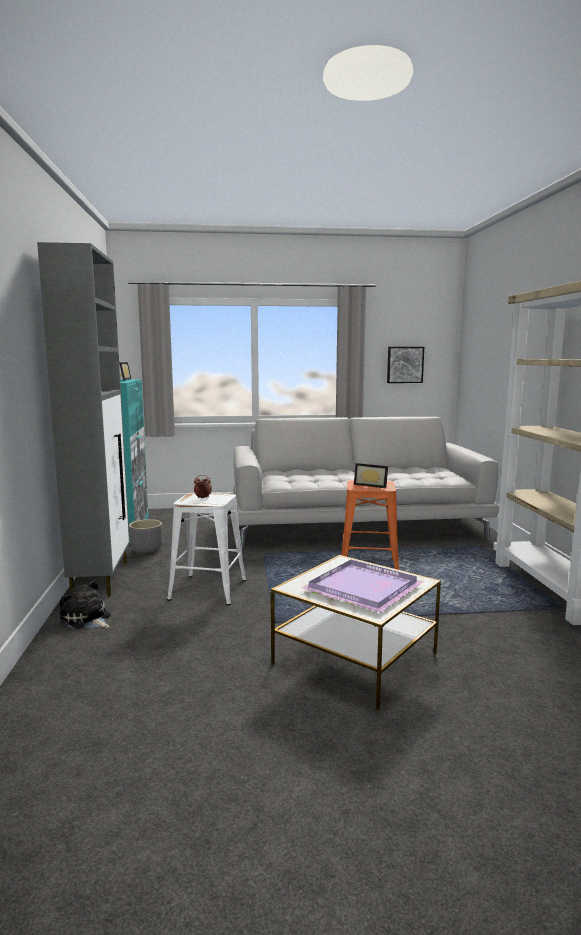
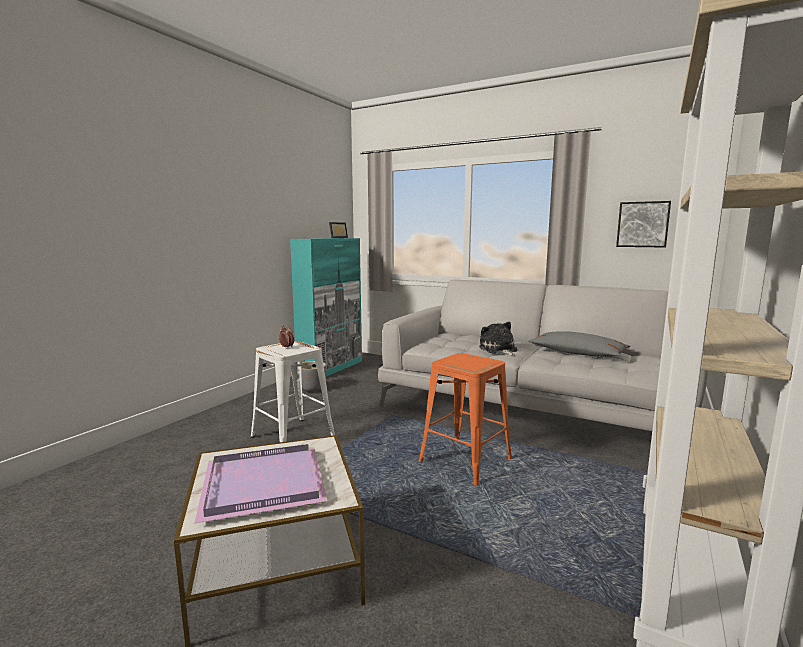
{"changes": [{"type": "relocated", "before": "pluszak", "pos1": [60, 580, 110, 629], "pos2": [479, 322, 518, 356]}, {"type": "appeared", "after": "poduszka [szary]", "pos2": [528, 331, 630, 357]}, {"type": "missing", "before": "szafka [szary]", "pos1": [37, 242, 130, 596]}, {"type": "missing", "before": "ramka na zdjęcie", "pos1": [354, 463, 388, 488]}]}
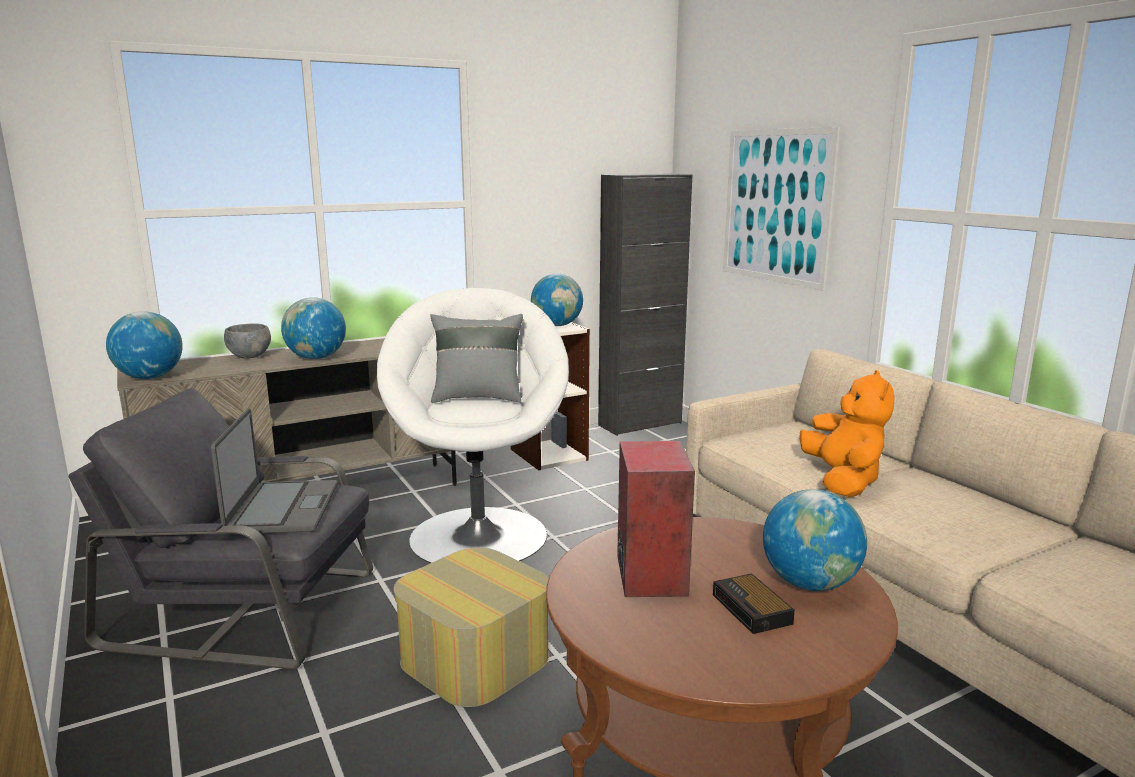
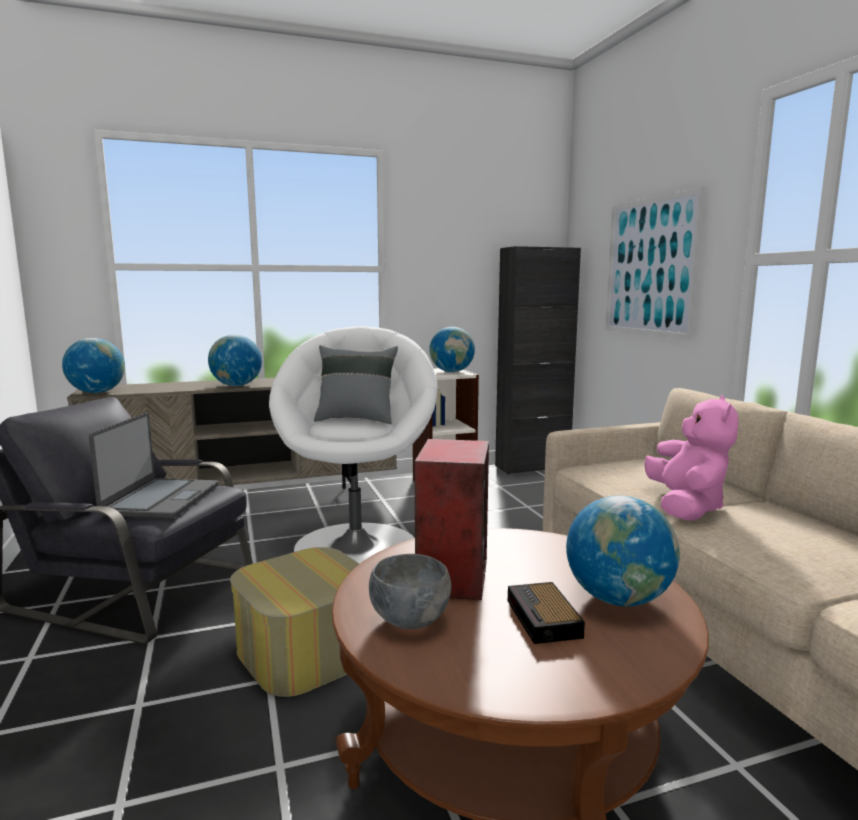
{"changes": [{"type": "relocated", "before": "miska [szary]", "pos1": [224, 323, 271, 359], "pos2": [369, 554, 451, 629]}, {"type": "colour", "before": "pluszak [pomarańczowy]", "after": "pluszak [różowy]", "pos1": [799, 370, 894, 497], "pos2": [644, 395, 739, 521]}]}
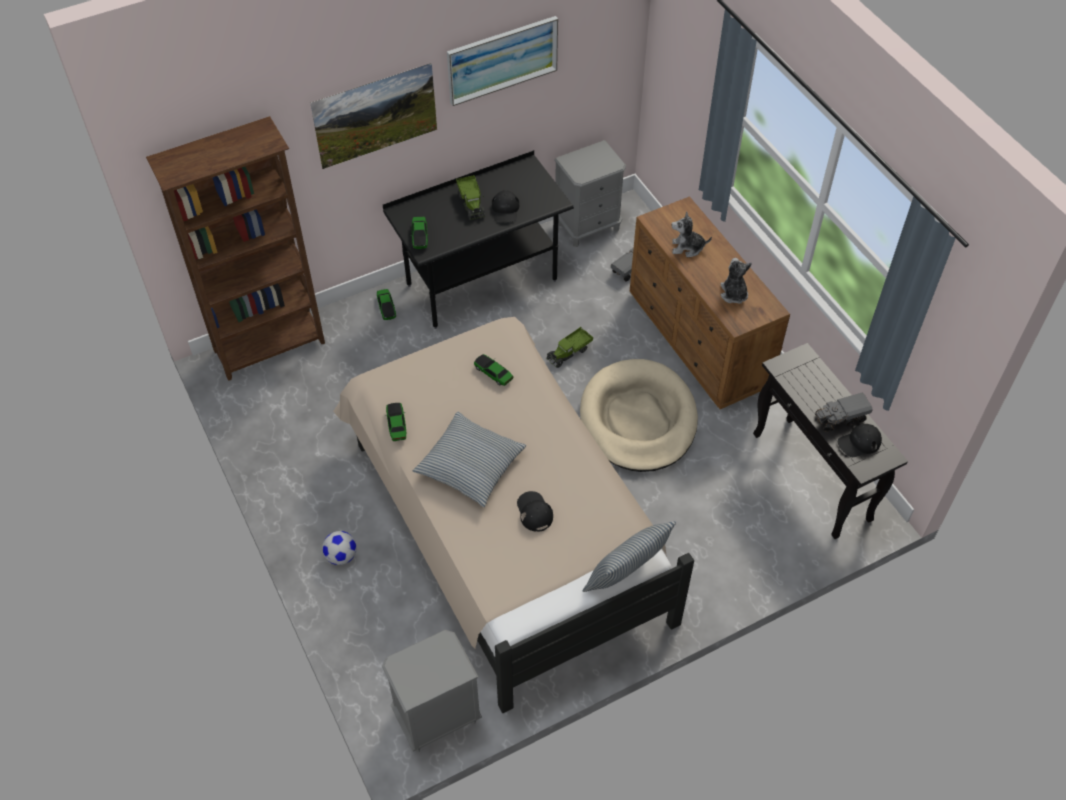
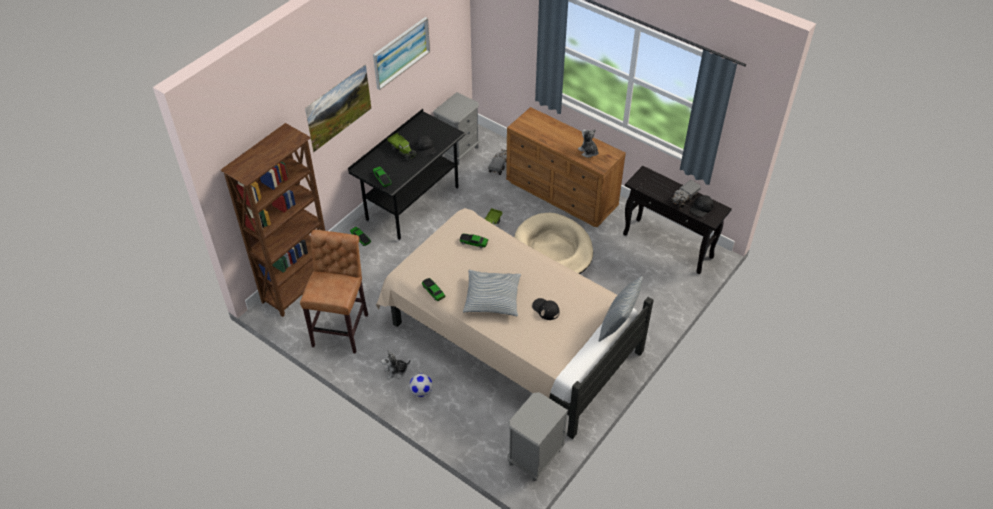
{"changes": [{"type": "appeared", "after": "stołek [brązowy]", "pos2": [300, 230, 368, 354]}, {"type": "relocated", "before": "pluszak", "pos1": [671, 211, 712, 257], "pos2": [381, 350, 410, 380]}]}
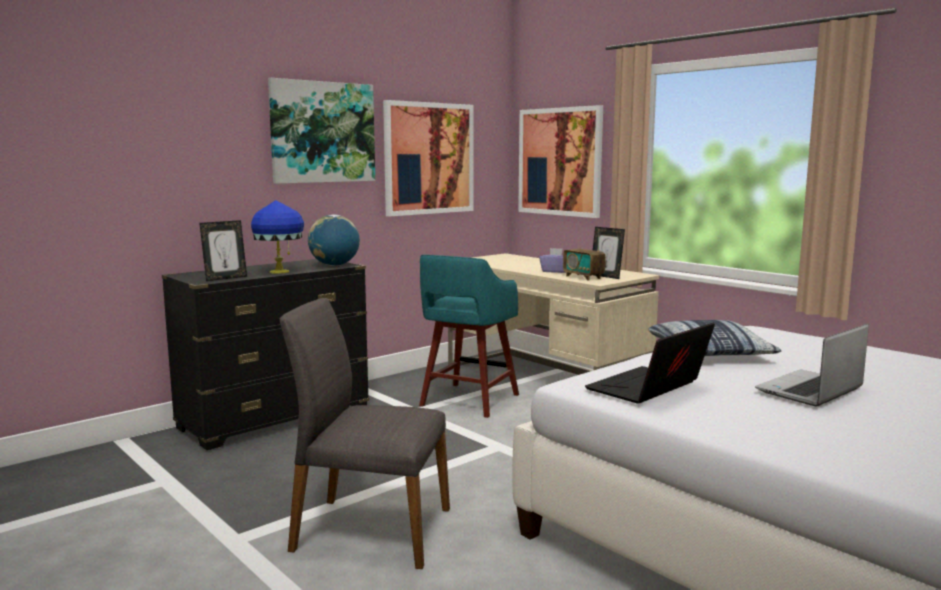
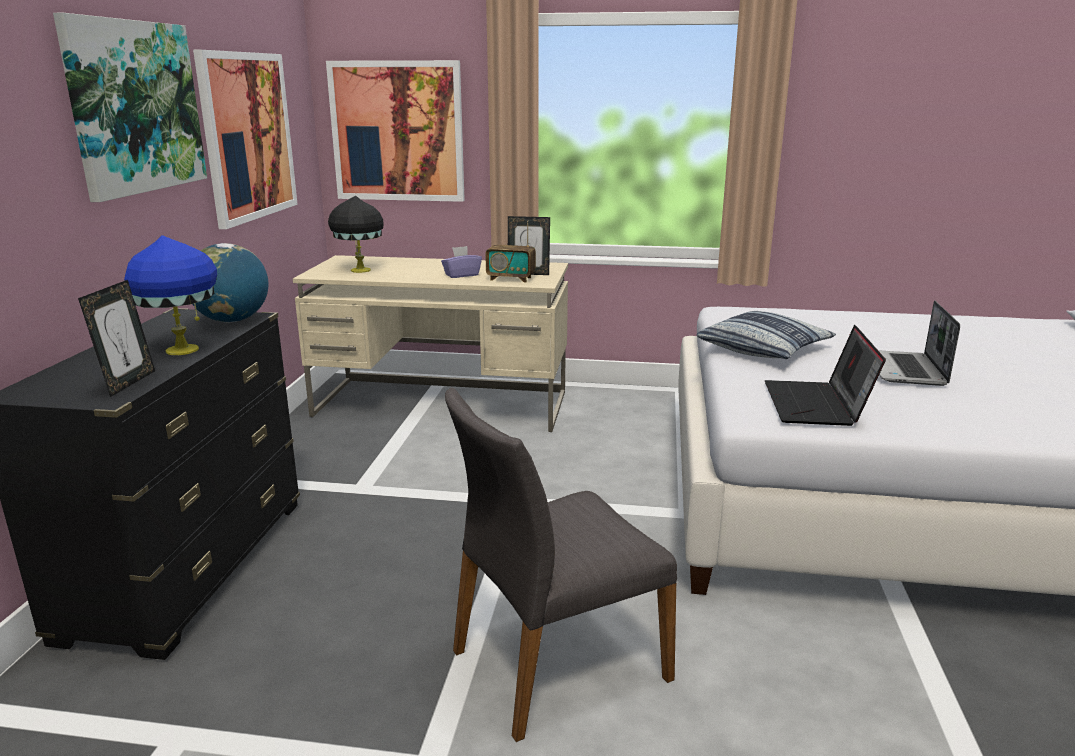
{"changes": [{"type": "appeared", "after": "lampa stołowa [czarny]", "pos2": [328, 196, 384, 273]}, {"type": "missing", "before": "stołek [turkusowy]", "pos1": [419, 255, 519, 418]}]}
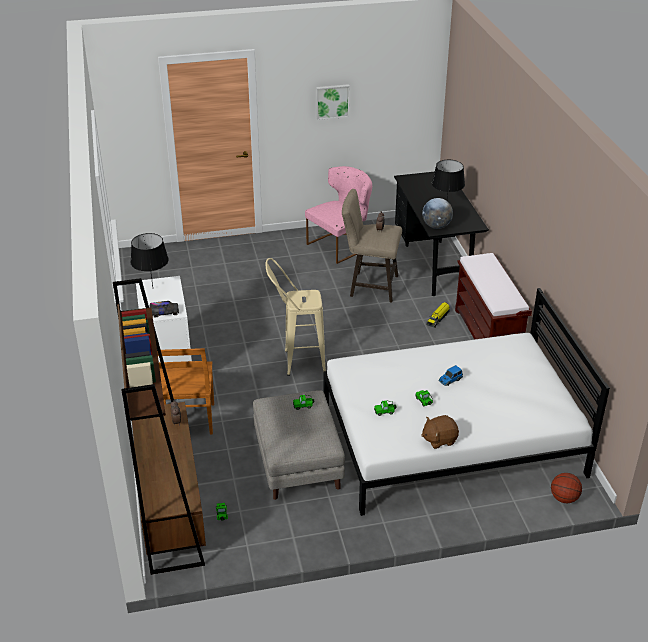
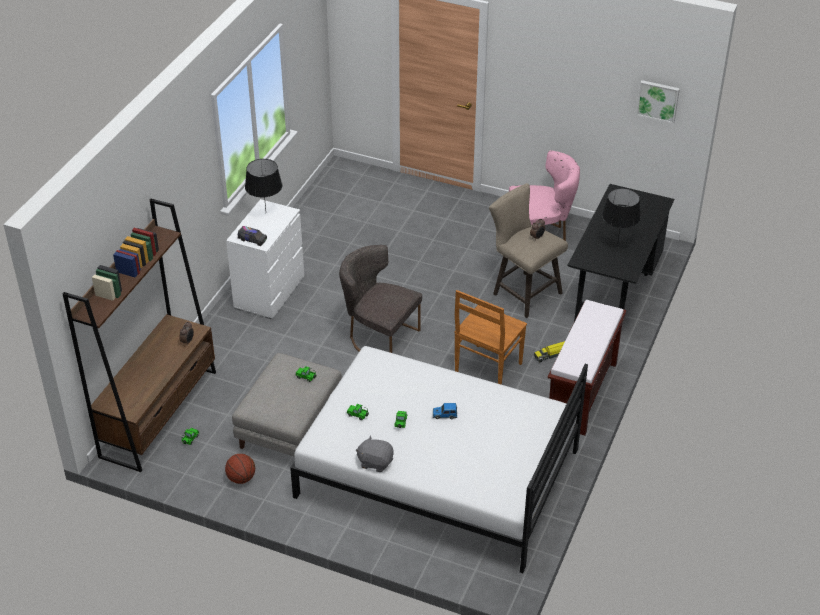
{"changes": [{"type": "relocated", "before": "piłka do koszykówki", "pos1": [551, 473, 582, 503], "pos2": [225, 454, 255, 484]}, {"type": "exchanged", "before": "stołek [beżowy]", "after": "krzesło [szary]", "pos1": [265, 258, 326, 376], "pos2": [339, 245, 422, 353]}, {"type": "colour", "before": "pluszak [brązowy]", "after": "pluszak [szary]", "pos1": [421, 415, 459, 449], "pos2": [356, 435, 394, 472]}, {"type": "relocated", "before": "krzesło [brązowy]", "pos1": [157, 348, 214, 435], "pos2": [454, 290, 527, 385]}, {"type": "relocated", "before": "obraz", "pos1": [316, 84, 350, 120], "pos2": [636, 80, 680, 124]}, {"type": "missing", "before": "globus", "pos1": [422, 198, 453, 229]}]}
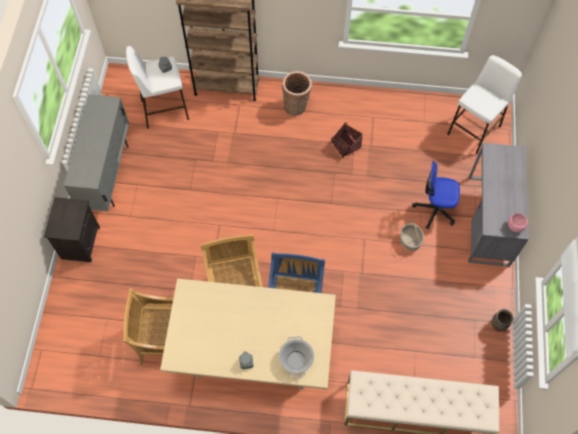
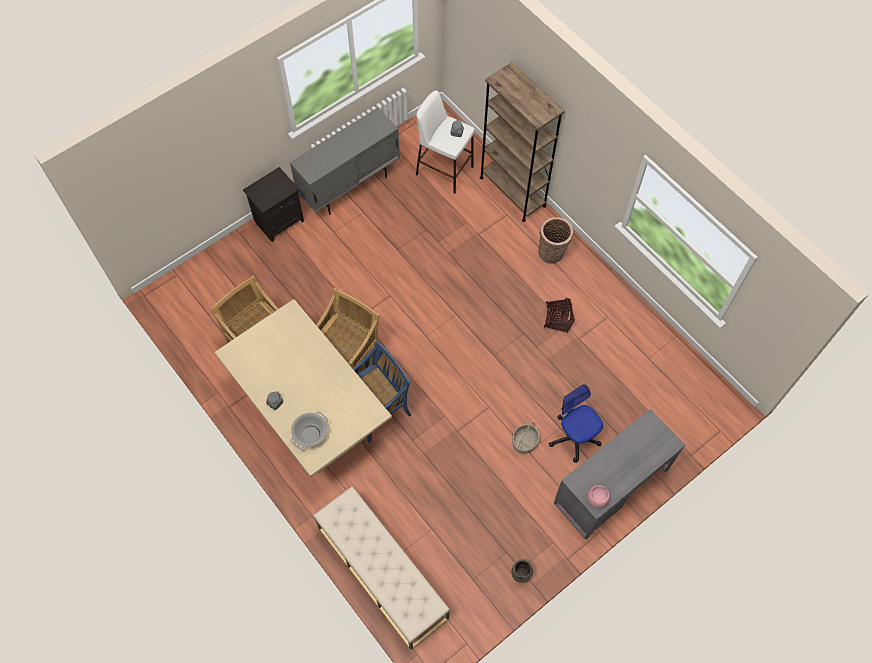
{"changes": [{"type": "missing", "before": "stołek [biały]", "pos1": [447, 55, 522, 154]}]}
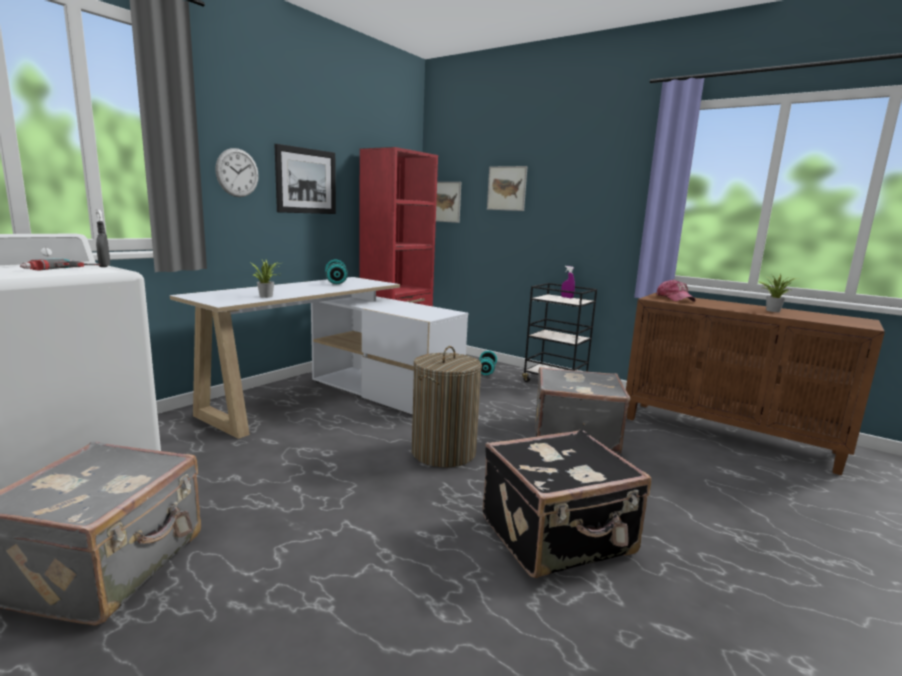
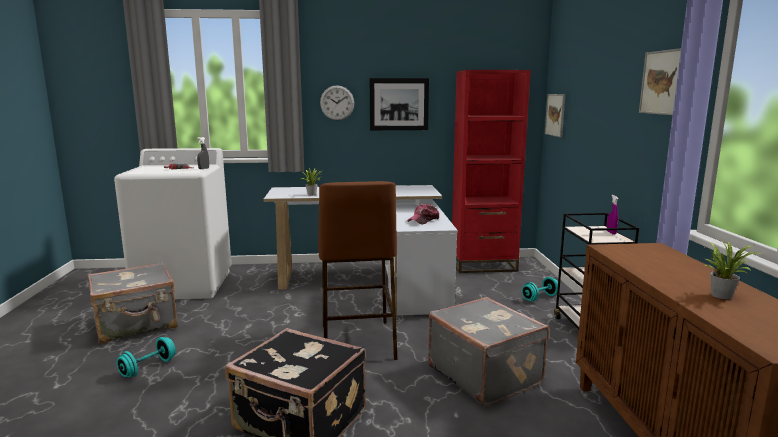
{"changes": [{"type": "relocated", "before": "hantel [turkusowy]", "pos1": [325, 259, 348, 284], "pos2": [117, 337, 176, 377]}, {"type": "exchanged", "before": "kosz na pranie", "after": "stołek [brązowy]", "pos1": [412, 346, 482, 467], "pos2": [318, 181, 397, 360]}, {"type": "relocated", "before": "czapka z daszkiem", "pos1": [657, 279, 696, 302], "pos2": [407, 204, 439, 224]}, {"type": "relocated", "before": "obraz", "pos1": [487, 166, 528, 211], "pos2": [639, 48, 681, 115]}]}
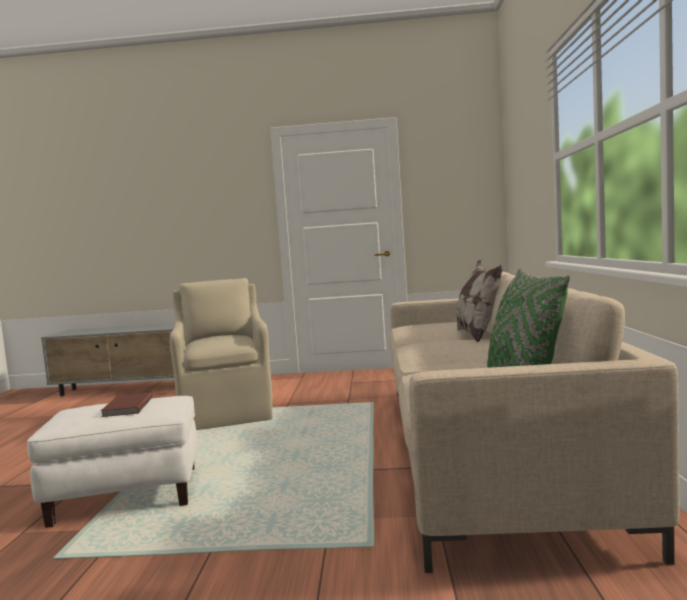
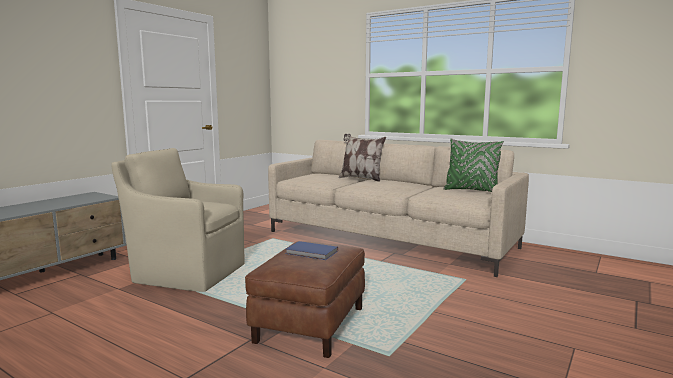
{"changes": [{"type": "colour", "before": "pufa [biały]", "after": "pufa [brązowy]", "pos1": [27, 396, 198, 528], "pos2": [245, 241, 365, 358]}, {"type": "colour", "before": "książka [brązowy]", "after": "książka [niebieski]", "pos1": [101, 393, 153, 417], "pos2": [286, 241, 338, 260]}]}
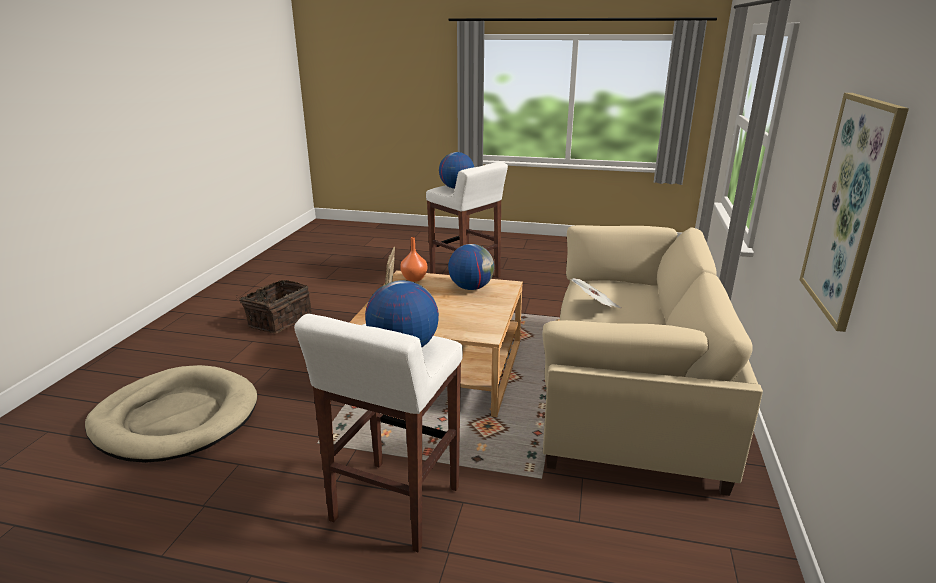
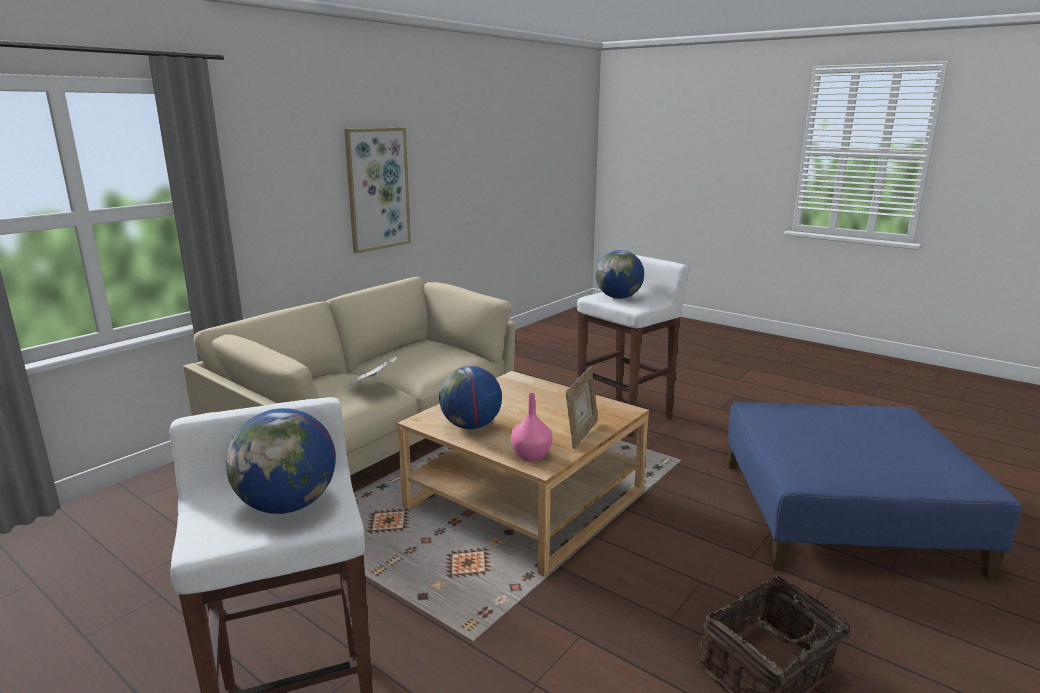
{"changes": [{"type": "colour", "before": "wazon [pomarańczowy]", "after": "wazon [różowy]", "pos1": [400, 237, 427, 282], "pos2": [511, 393, 552, 461]}, {"type": "exchanged", "before": "legowisko [beżowy]", "after": "pufa [niebieski]", "pos1": [85, 365, 257, 463], "pos2": [728, 402, 1021, 580]}]}
